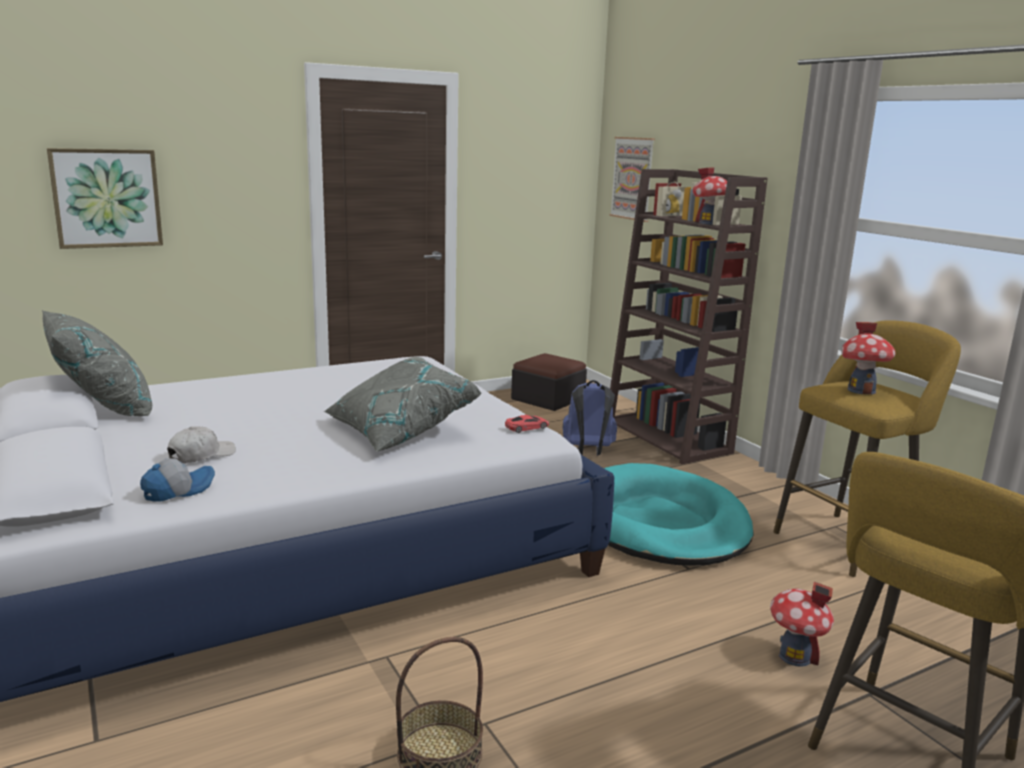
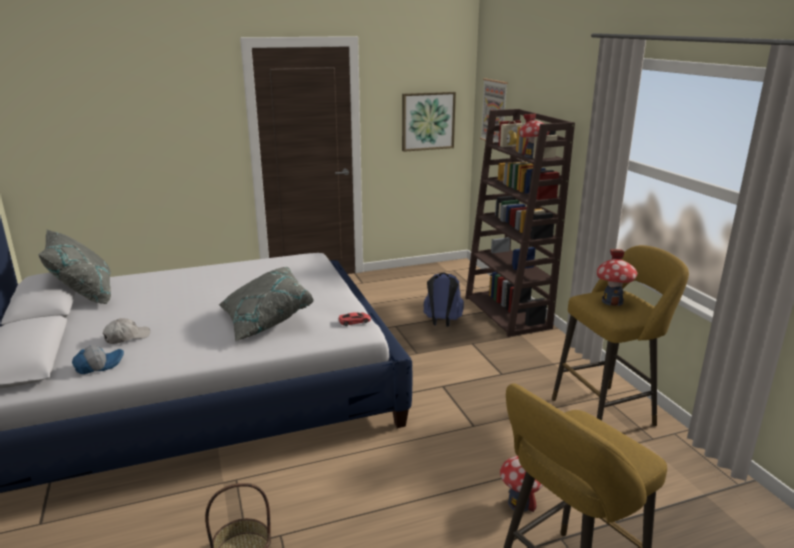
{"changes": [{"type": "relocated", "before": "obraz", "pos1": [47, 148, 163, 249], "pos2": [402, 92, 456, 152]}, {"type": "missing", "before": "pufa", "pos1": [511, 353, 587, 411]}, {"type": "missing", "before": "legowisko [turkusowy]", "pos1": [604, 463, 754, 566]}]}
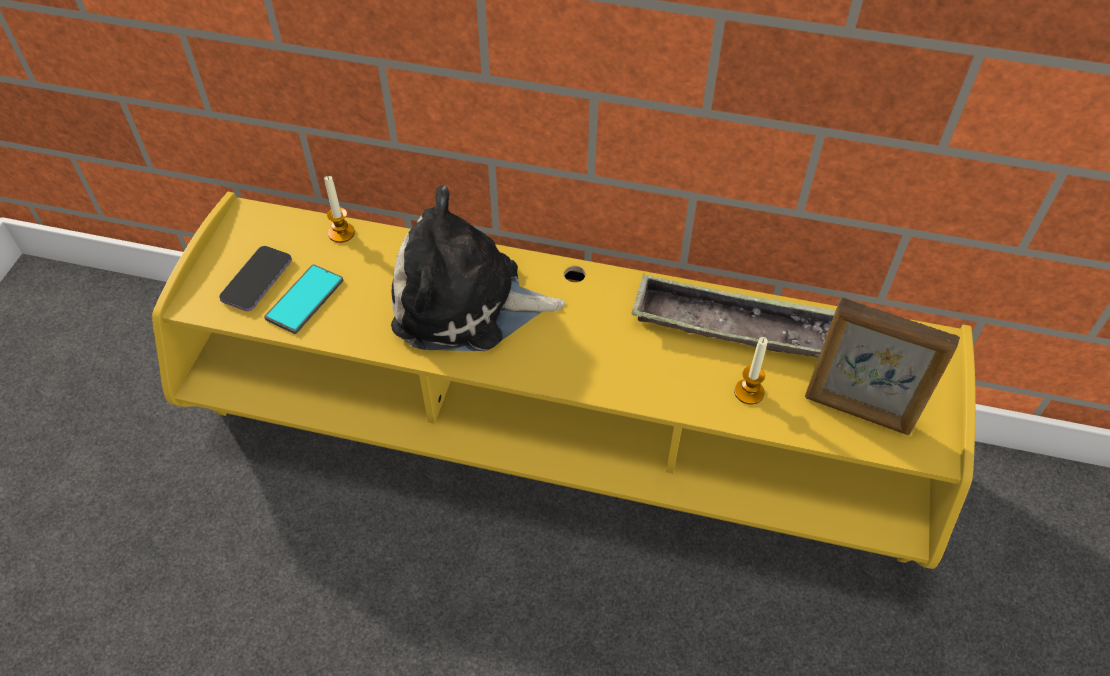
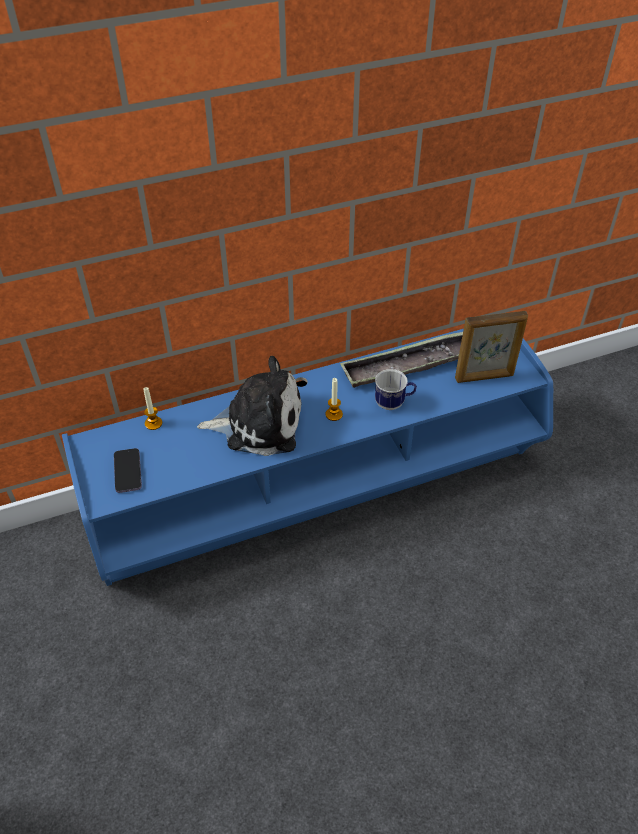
{"changes": [{"type": "colour", "before": "szafka pod telewizor [żółty]", "after": "szafka pod telewizor [niebieski]", "pos1": [152, 192, 976, 569], "pos2": [62, 329, 553, 586]}, {"type": "spun", "before": "pluszak", "pos1": [391, 186, 565, 351], "pos2": [197, 356, 302, 456], "turn": -150}, {"type": "relocated", "before": "świeca", "pos1": [734, 337, 768, 405], "pos2": [326, 378, 343, 421]}, {"type": "appeared", "after": "kubek", "pos2": [375, 369, 417, 410]}, {"type": "missing", "before": "telefon", "pos1": [264, 264, 343, 334]}]}
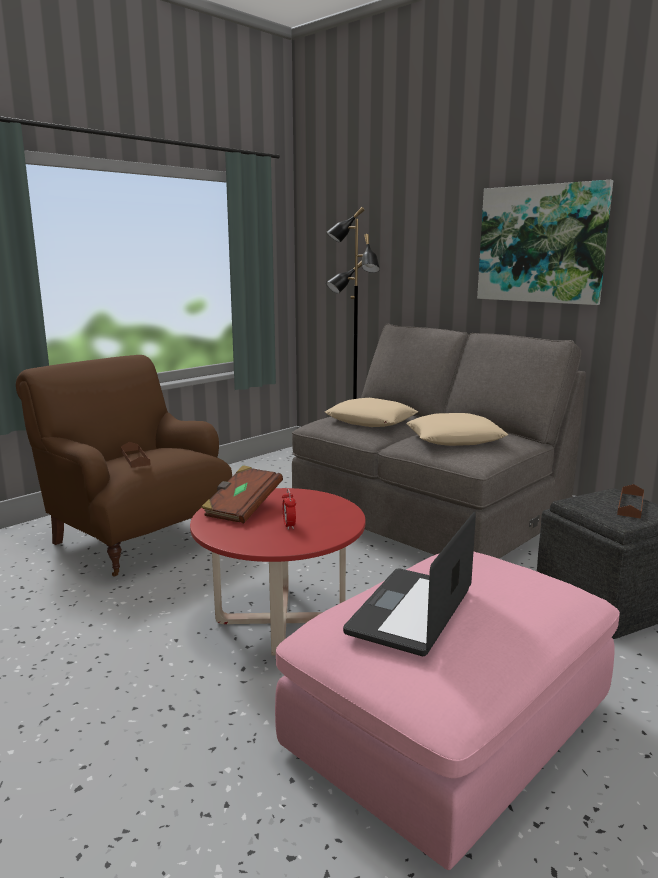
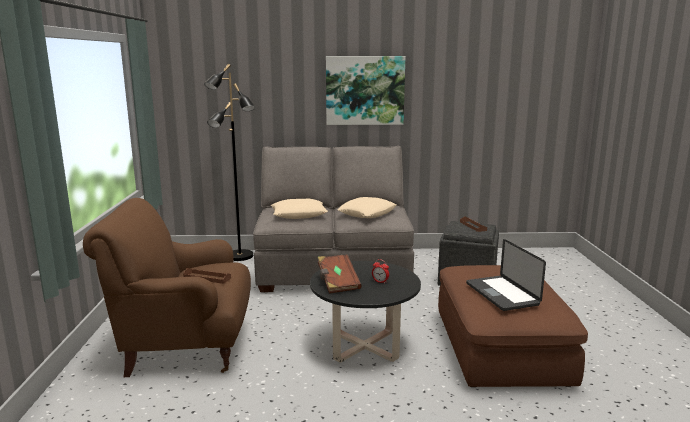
{"changes": [{"type": "colour", "before": "ława [czerwony]", "after": "ława [czarny]", "pos1": [190, 488, 365, 656], "pos2": [310, 261, 421, 363]}, {"type": "colour", "before": "pufa [różowy]", "after": "pufa [brązowy]", "pos1": [275, 551, 620, 870], "pos2": [438, 265, 588, 387]}]}
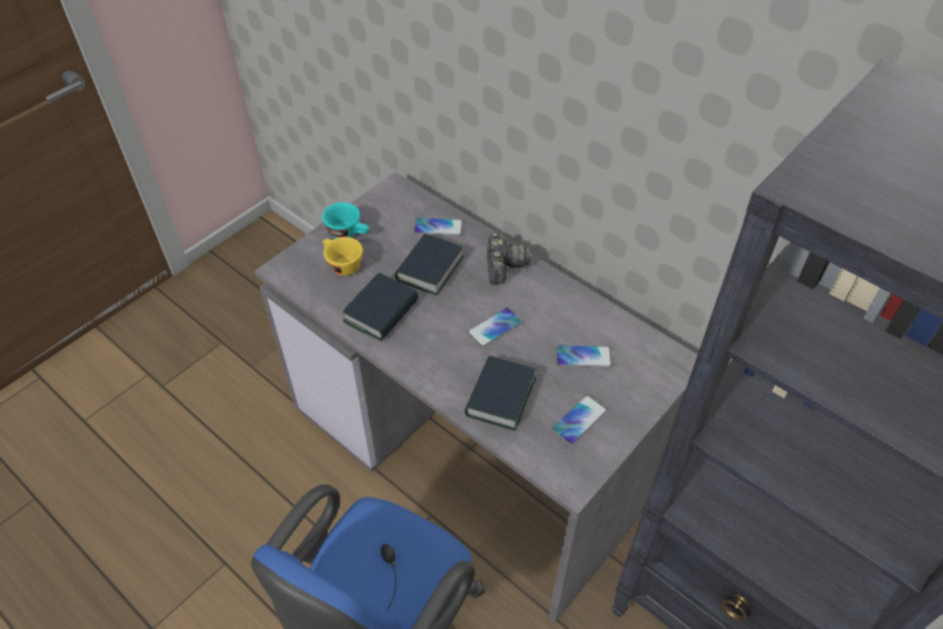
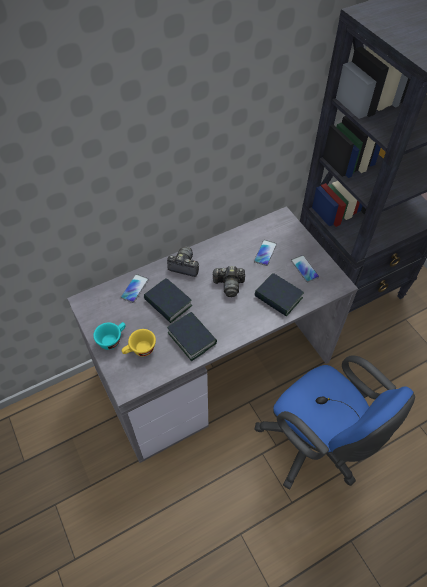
{"changes": [{"type": "exchanged", "before": "telefon", "after": "aparat fotograficzny", "pos1": [467, 307, 522, 348], "pos2": [212, 266, 245, 297]}]}
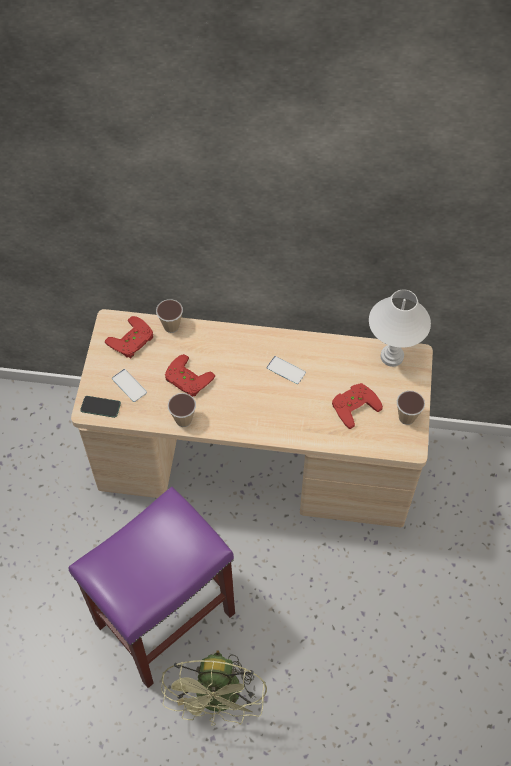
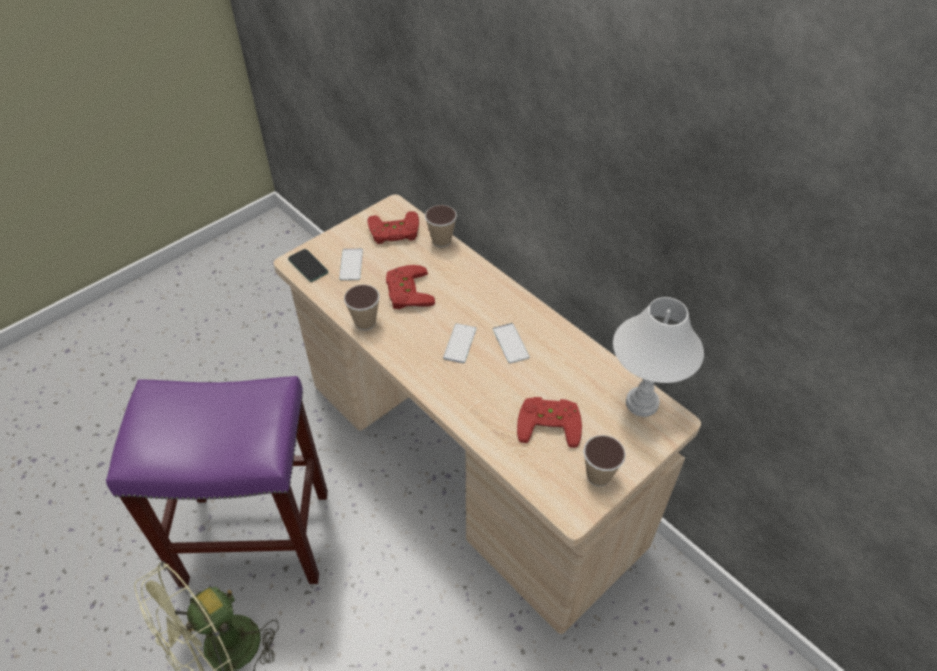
{"changes": [{"type": "appeared", "after": "telefon", "pos2": [443, 323, 476, 363]}]}
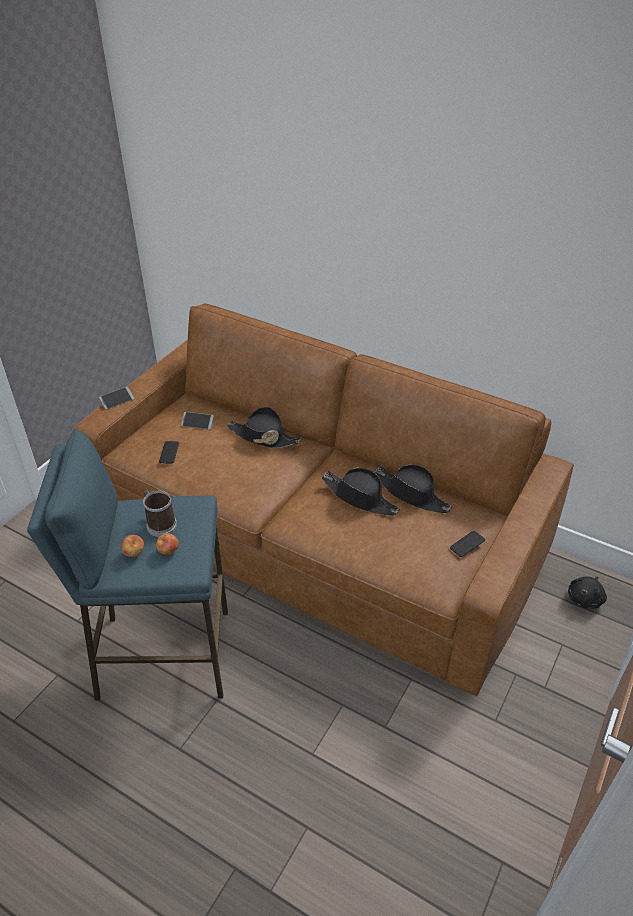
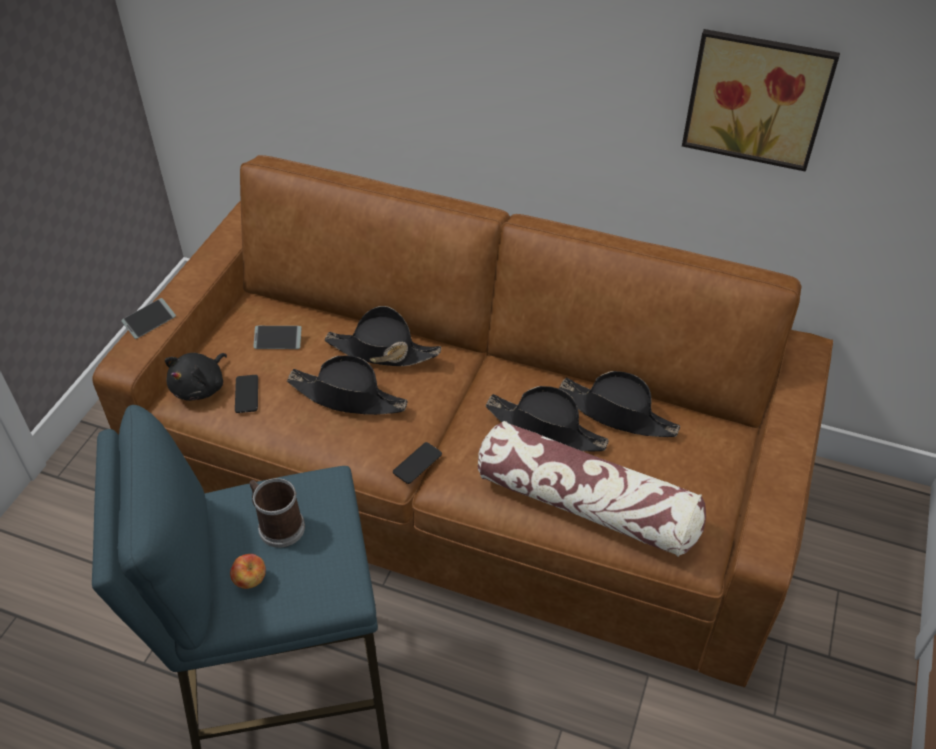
{"changes": [{"type": "relocated", "before": "pluszak [czarny]", "pos1": [568, 576, 607, 609], "pos2": [165, 353, 227, 401]}, {"type": "appeared", "after": "kapelusz [czarny]", "pos2": [287, 355, 408, 415]}, {"type": "relocated", "before": "telefon", "pos1": [450, 531, 485, 557], "pos2": [393, 442, 442, 484]}, {"type": "appeared", "after": "poduszka", "pos2": [478, 421, 706, 557]}, {"type": "appeared", "after": "obraz", "pos2": [682, 29, 840, 172]}, {"type": "missing", "before": "jabłko", "pos1": [156, 533, 179, 555]}]}
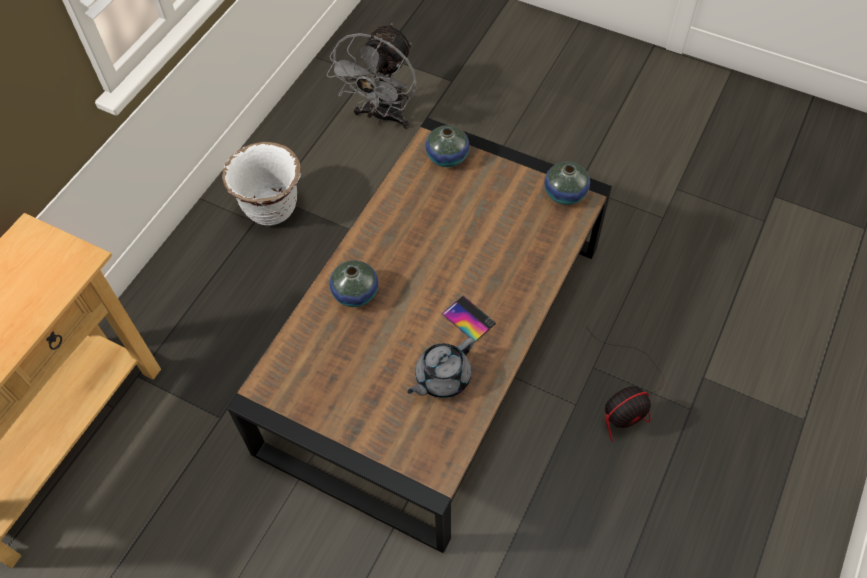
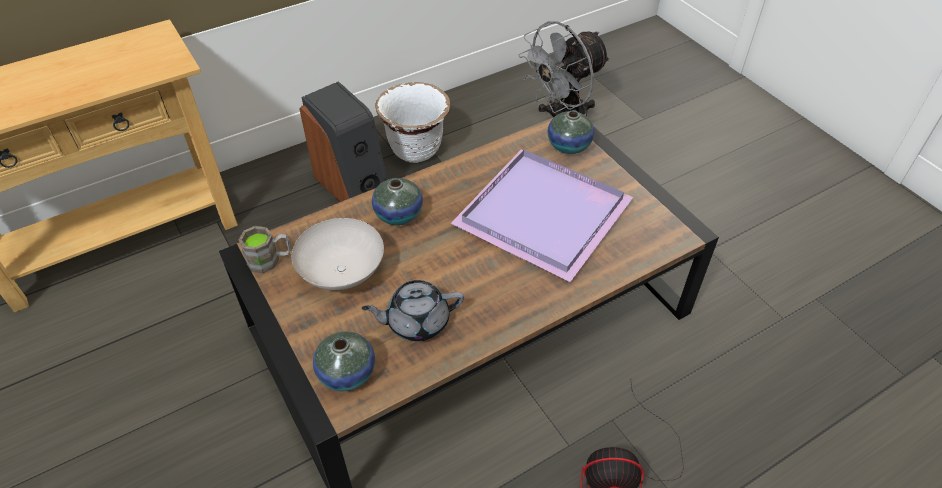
{"changes": [{"type": "appeared", "after": "kubek [brązowy]", "pos2": [239, 226, 291, 273]}, {"type": "appeared", "after": "miska [biały]", "pos2": [292, 218, 384, 290]}, {"type": "appeared", "after": "głośnik", "pos2": [299, 81, 388, 202]}, {"type": "relocated", "before": "wazon", "pos1": [544, 162, 590, 205], "pos2": [313, 331, 375, 392]}, {"type": "appeared", "after": "taca [fioletowy]", "pos2": [451, 149, 633, 282]}, {"type": "missing", "before": "telefon", "pos1": [442, 296, 496, 342]}]}
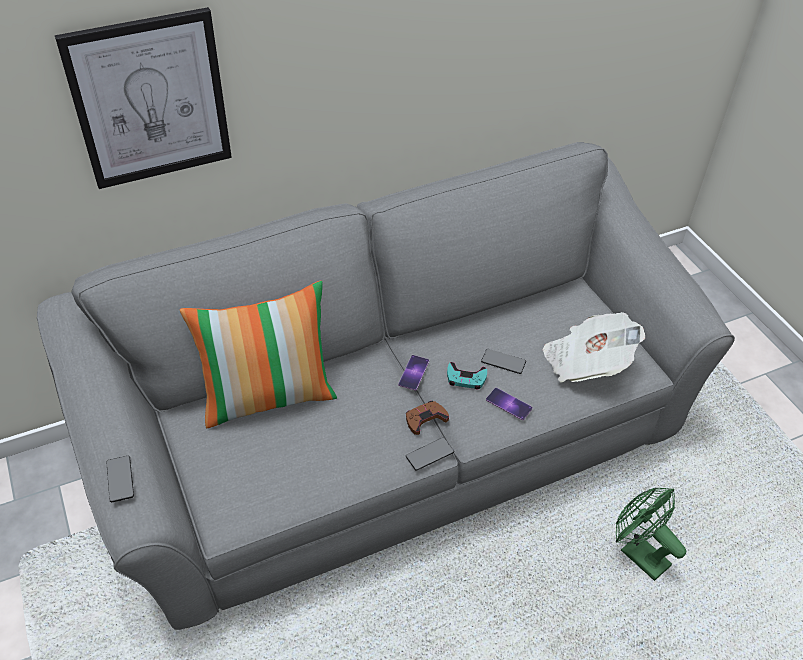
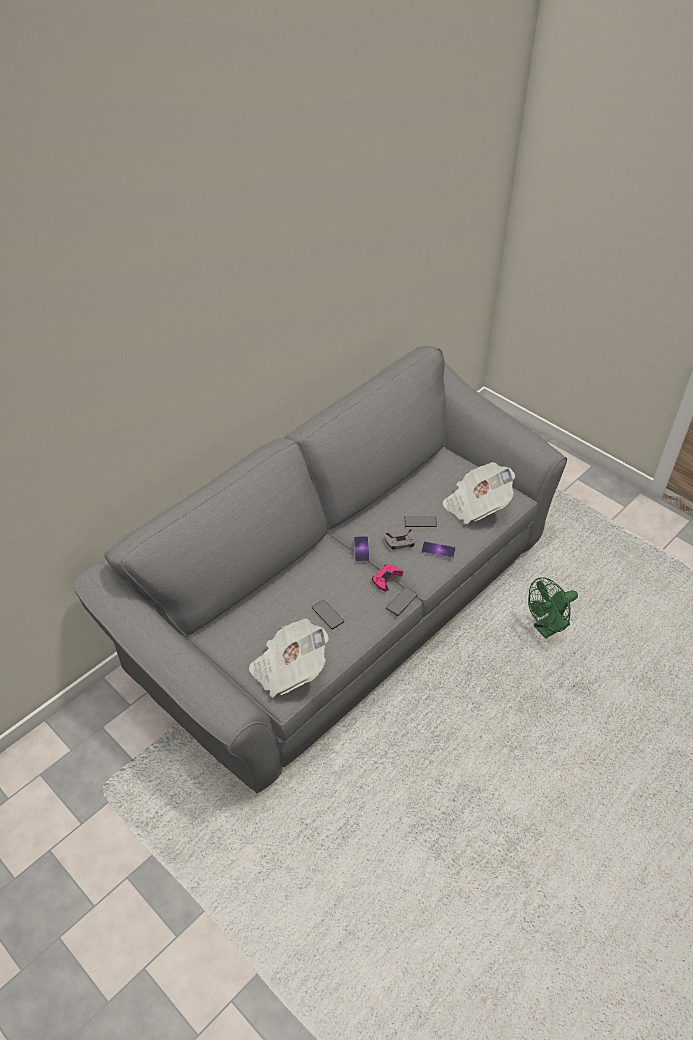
{"changes": [{"type": "appeared", "after": "gazeta", "pos2": [249, 619, 329, 698]}, {"type": "relocated", "before": "telefon", "pos1": [106, 456, 134, 502], "pos2": [312, 600, 344, 629]}, {"type": "colour", "before": "pad do gier [brązowy]", "after": "pad do gier [różowy]", "pos1": [406, 401, 449, 435], "pos2": [372, 564, 403, 592]}, {"type": "colour", "before": "pad do gier [turkusowy]", "after": "pad do gier [szary]", "pos1": [447, 362, 487, 389], "pos2": [385, 529, 415, 550]}, {"type": "spun", "before": "wentylator [zielony]", "pos1": [616, 487, 686, 581], "pos2": [528, 577, 578, 639], "turn": -60}, {"type": "missing", "before": "obraz", "pos1": [55, 7, 232, 189]}, {"type": "missing", "before": "poduszka", "pos1": [180, 281, 337, 428]}]}
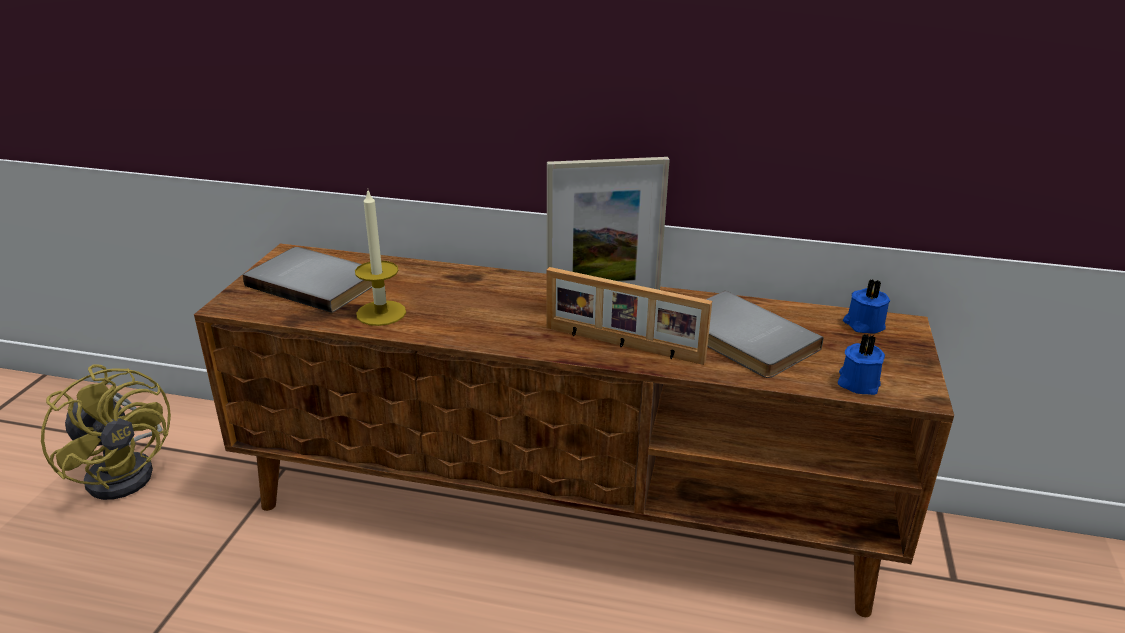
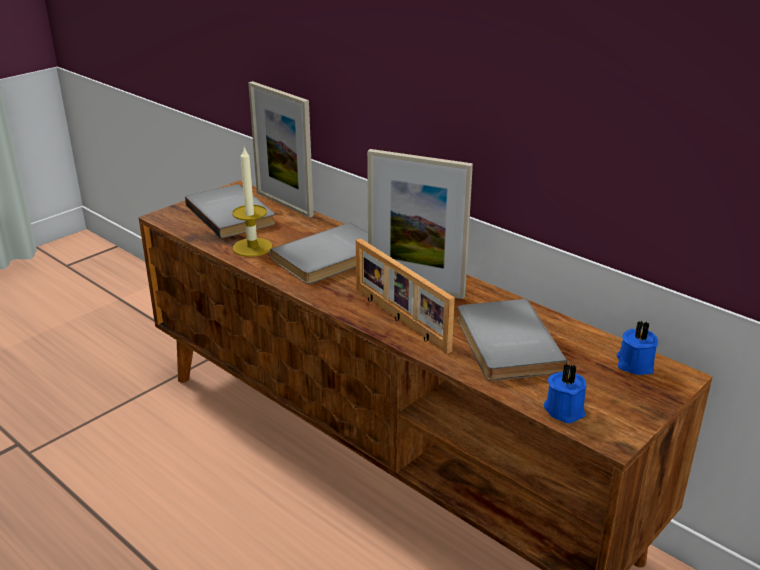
{"changes": [{"type": "appeared", "after": "ramka na zdjęcie", "pos2": [248, 81, 314, 218]}, {"type": "appeared", "after": "książka [szary]", "pos2": [270, 223, 368, 284]}, {"type": "missing", "before": "wentylator [żółty]", "pos1": [41, 364, 171, 500]}]}
